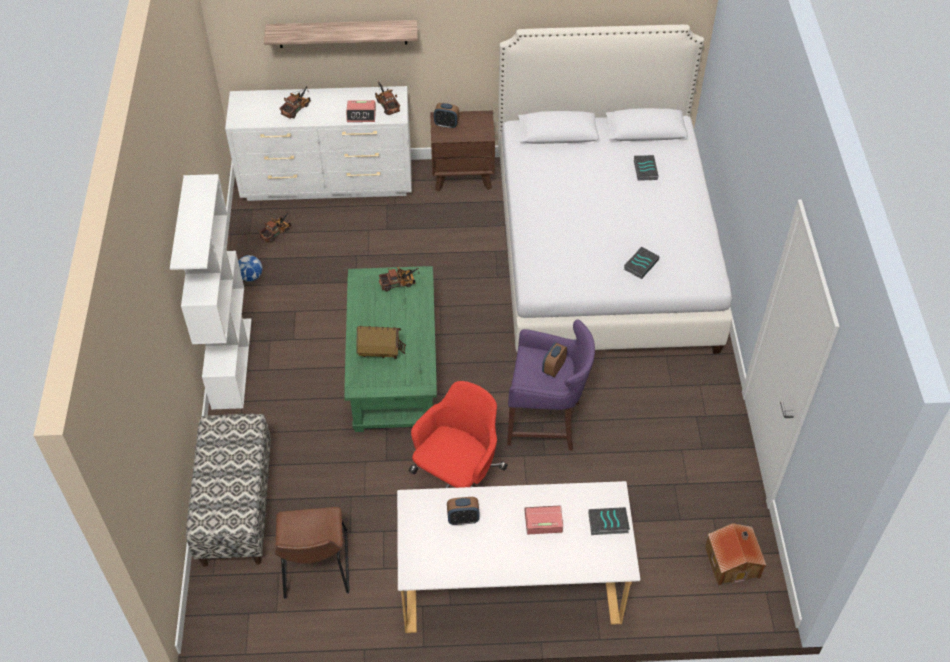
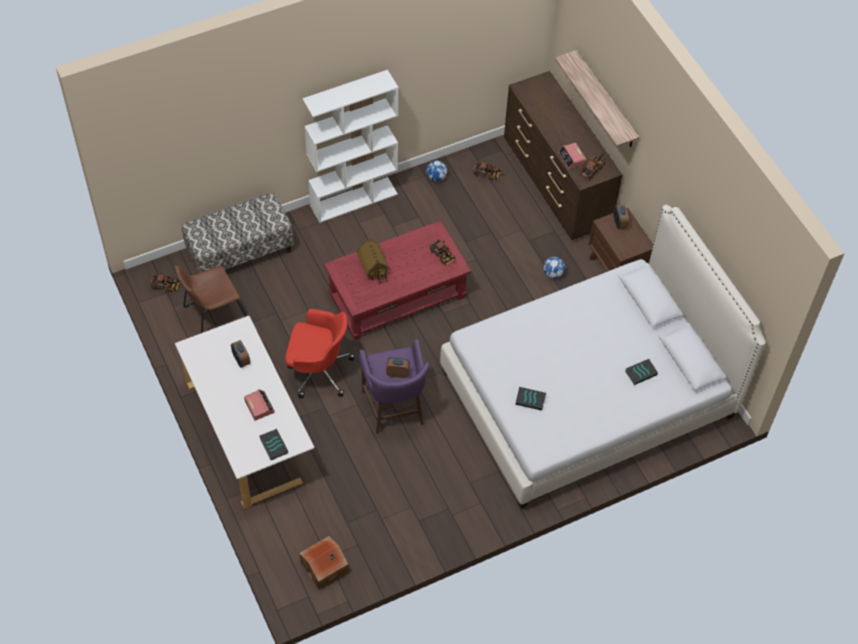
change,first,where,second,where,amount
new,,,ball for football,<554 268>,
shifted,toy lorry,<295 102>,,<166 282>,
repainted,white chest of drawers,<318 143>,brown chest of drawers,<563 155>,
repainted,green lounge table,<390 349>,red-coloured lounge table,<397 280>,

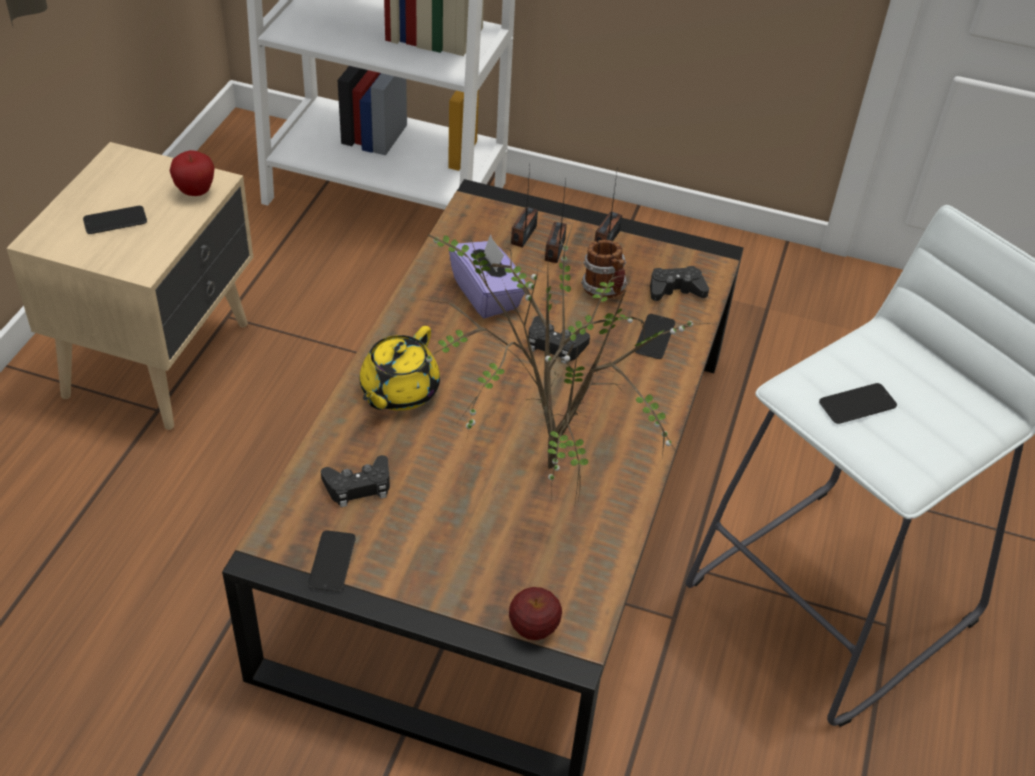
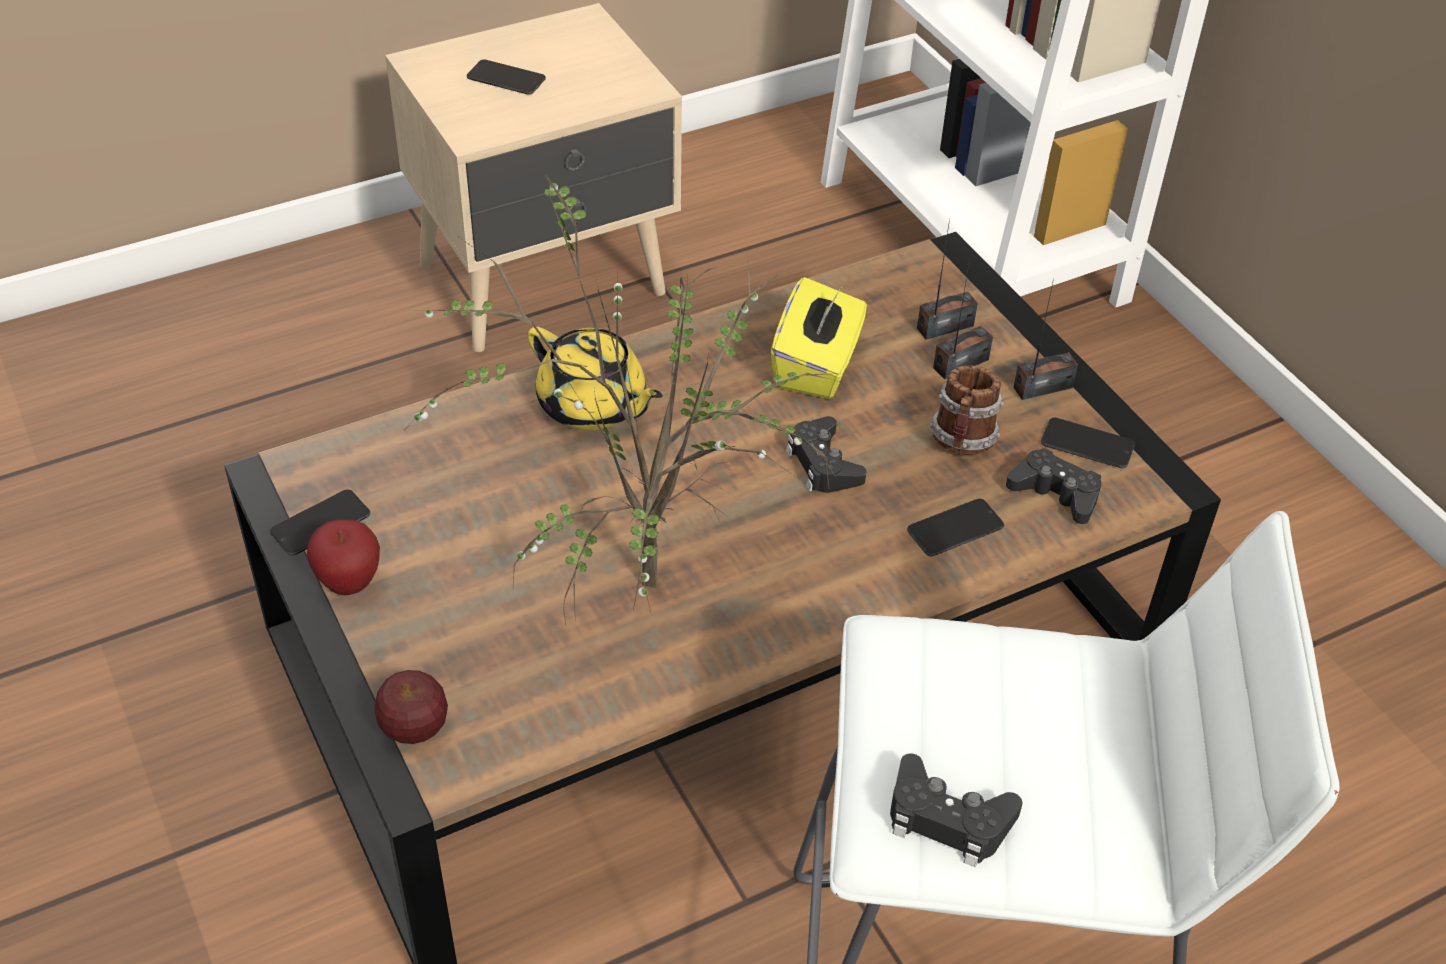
change,first,where,second,where,amount
shifted,whole apple,<192 173>,,<343 557>,
shifted,blackish game controller,<355 481>,,<956 810>,
shifted,telephone,<858 403>,,<1088 443>,
repainted,purple box of tissues,<488 276>,yellowish box of tissues,<819 338>,
rotated,yellowish teapot,<400 368>,,<595 378>,120 degrees counterclockwise

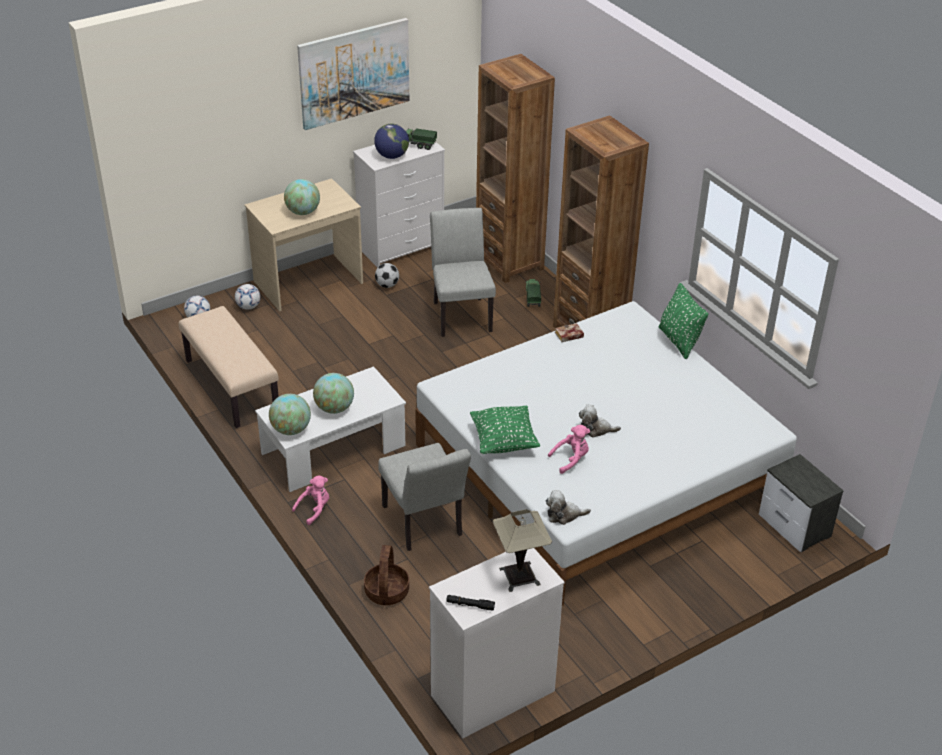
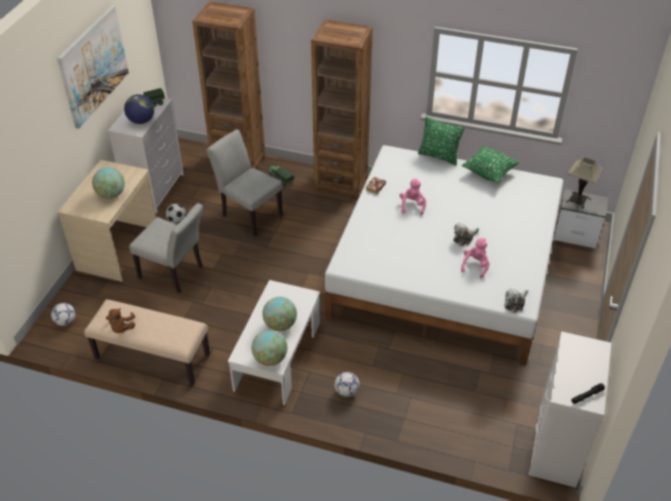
change,first,where,second,where,amount
gone,basket,<386 575>,,,
new,,,brown soft toy,<120 320>,
shifted,ball for football,<248 297>,,<347 384>,
shifted,pink-coloured soft toy,<310 500>,,<413 197>,
shifted,greyish plain chair,<424 497>,,<166 248>,
shifted,green throw pillow,<505 430>,,<490 164>,
shifted,lamp for a table,<522 550>,,<585 183>,

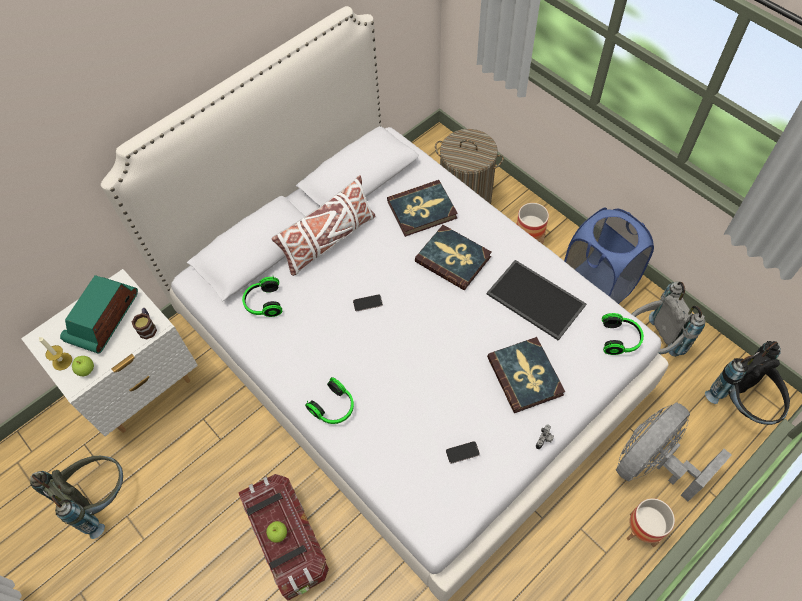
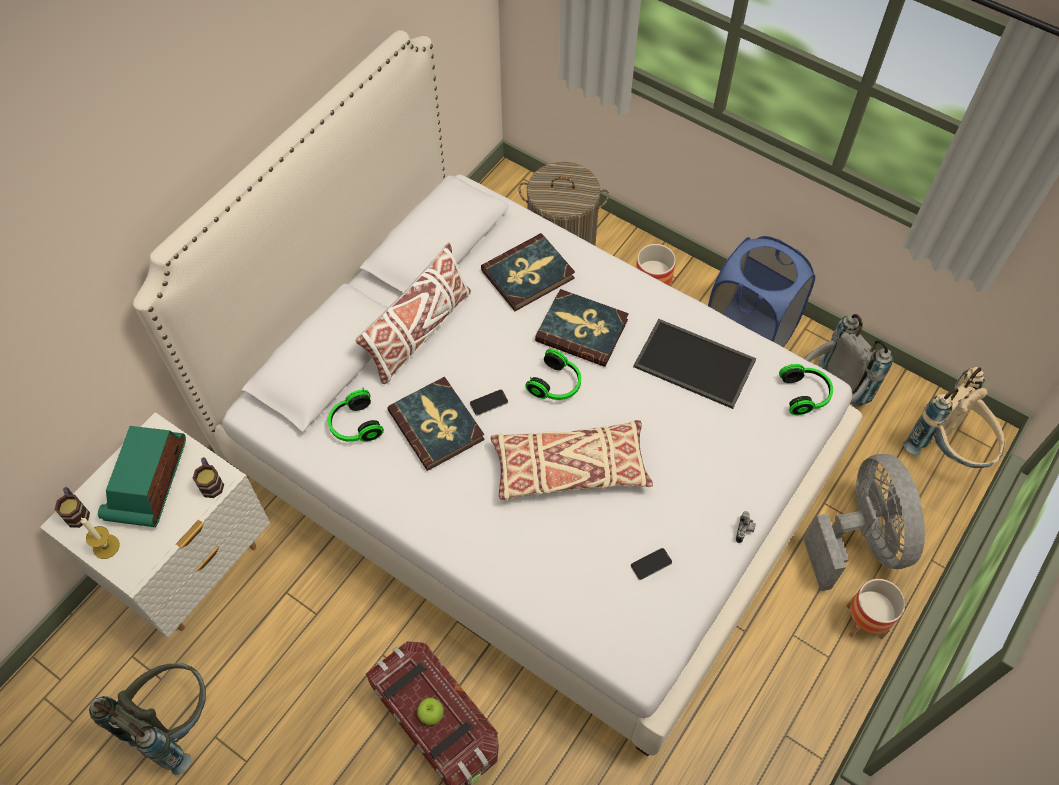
change,first,where,second,where,amount
gone,whole apple,<83 366>,,,
new,,,coffee mug,<72 507>,
new,,,beige throw pillow,<572 460>,
shifted,pair of headphones,<329 400>,,<553 374>,
shifted,volume,<526 375>,,<436 424>,
repainted,blackish knapsack,<747 383>,beige knapsack,<954 417>,
rotated,greyish electric fan,<673 451>,,<864 522>,135 degrees clockwise

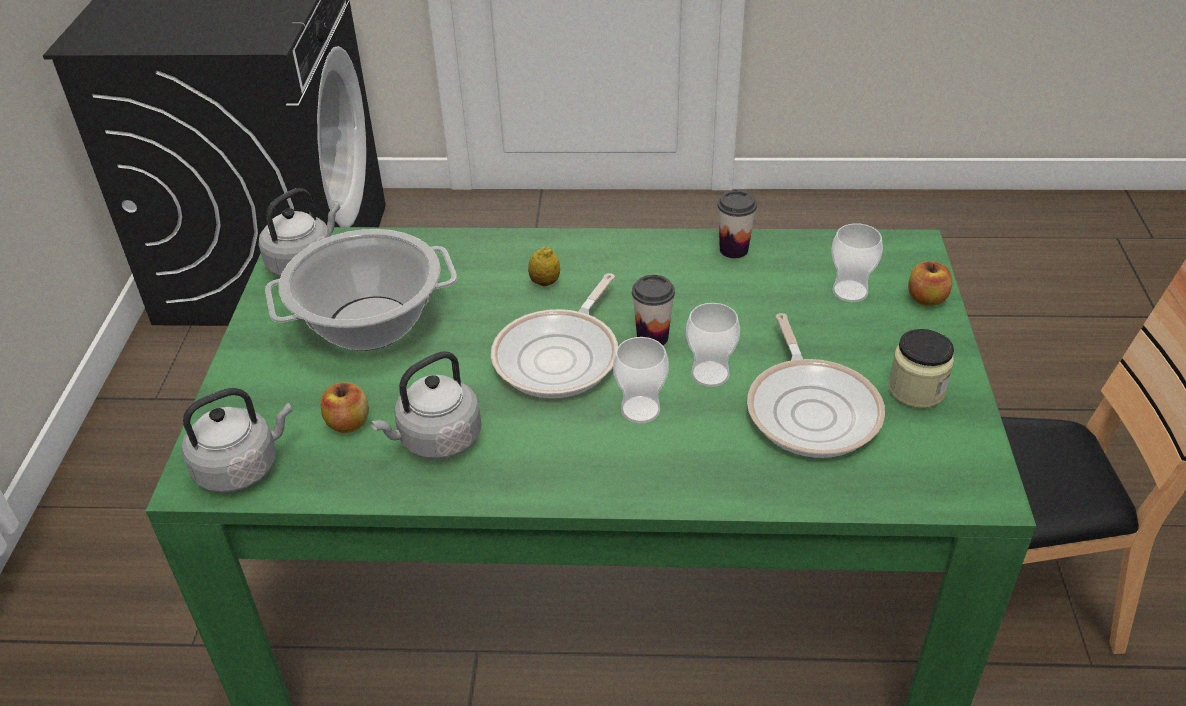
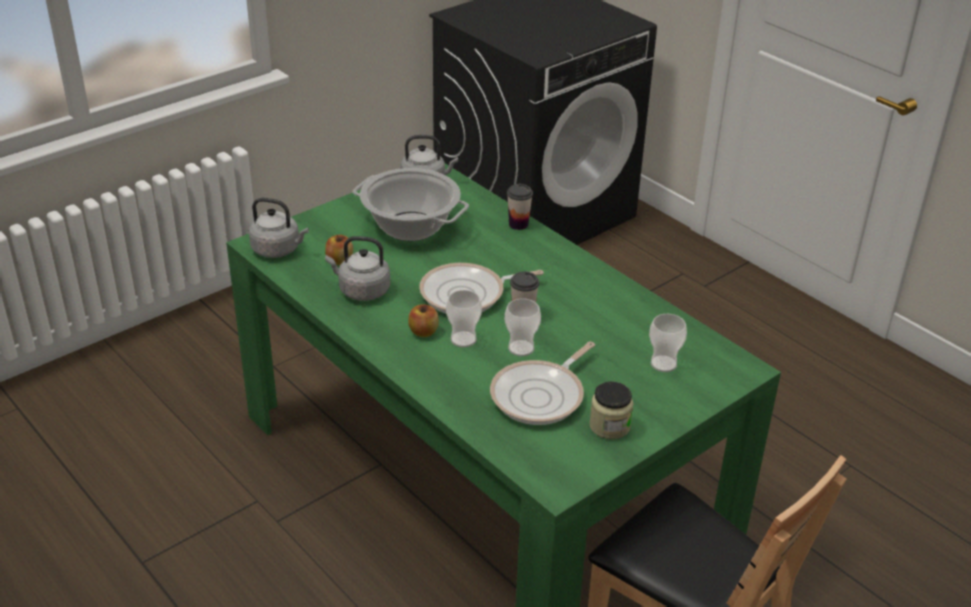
change,first,where,second,where,amount
gone,citrus fruit,<544 266>,,,
shifted,small cup,<737 224>,,<520 207>,
shifted,whole apple,<930 283>,,<423 320>,

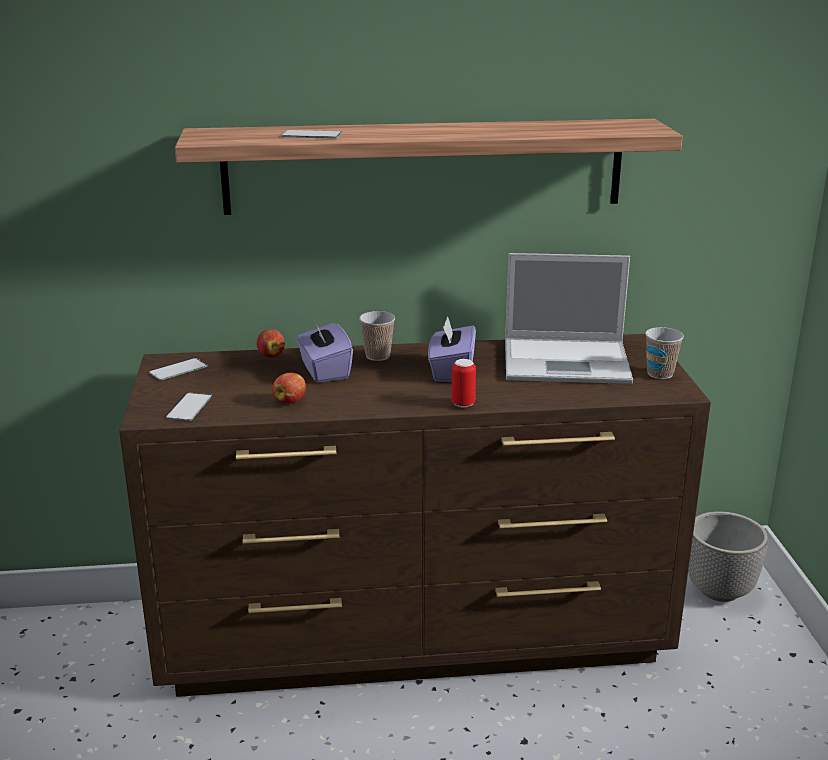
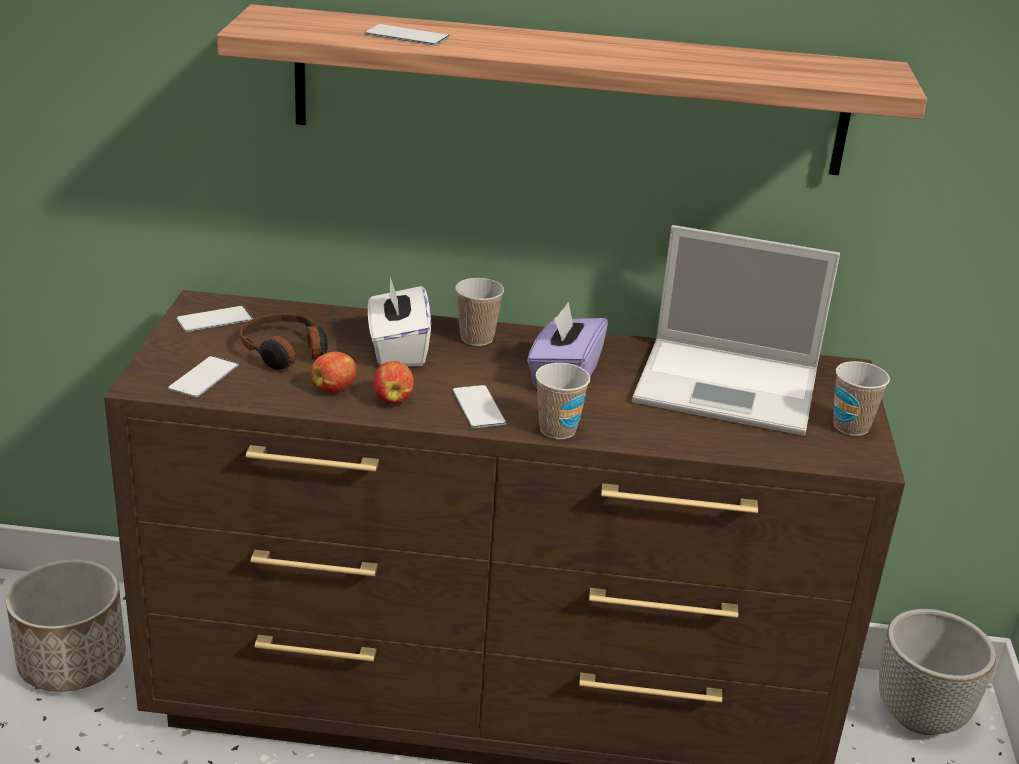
change,first,where,second,where,amount
new,,,plant pot,<66 625>,
new,,,pair of headphones,<284 341>,
new,,,telephone,<479 406>,
shifted,whole apple,<271 343>,,<393 382>,
swapped,metal can,<463 383>,small cup,<562 401>,
repainted,purple box of tissues,<324 351>,white box of tissues,<399 321>,

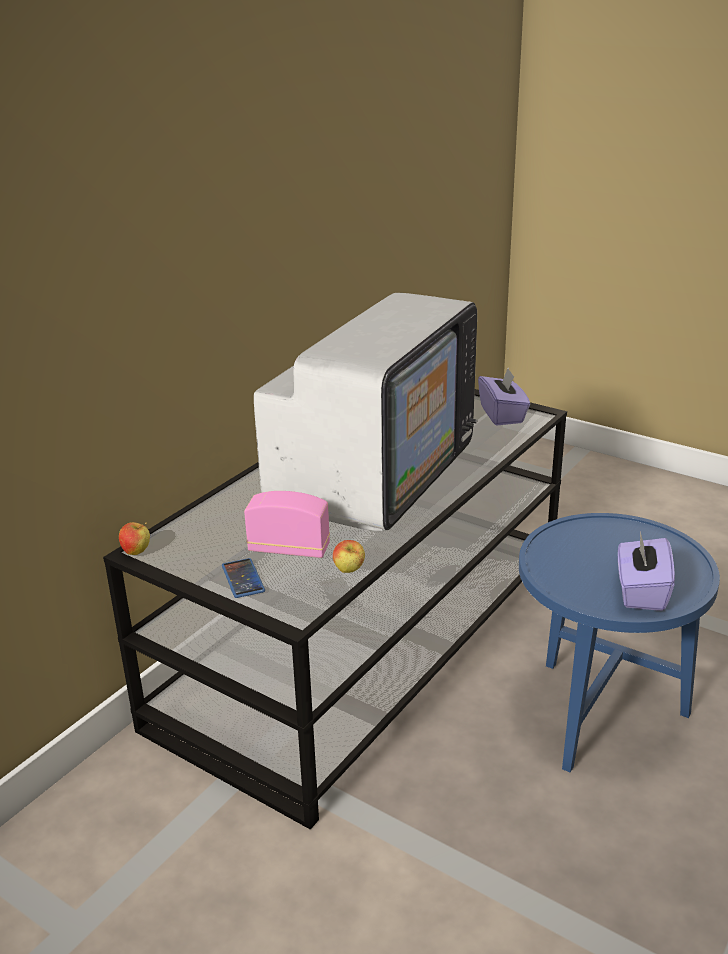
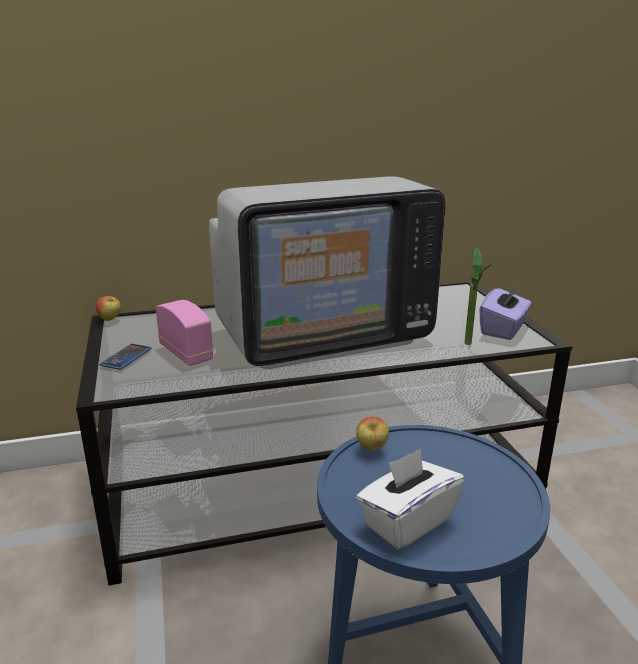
change,first,where,second,where,amount
new,,,plant in a pot,<479 296>,
shifted,whole apple,<349 556>,,<372 433>,
repainted,purple box of tissues,<646 571>,white box of tissues,<410 498>,

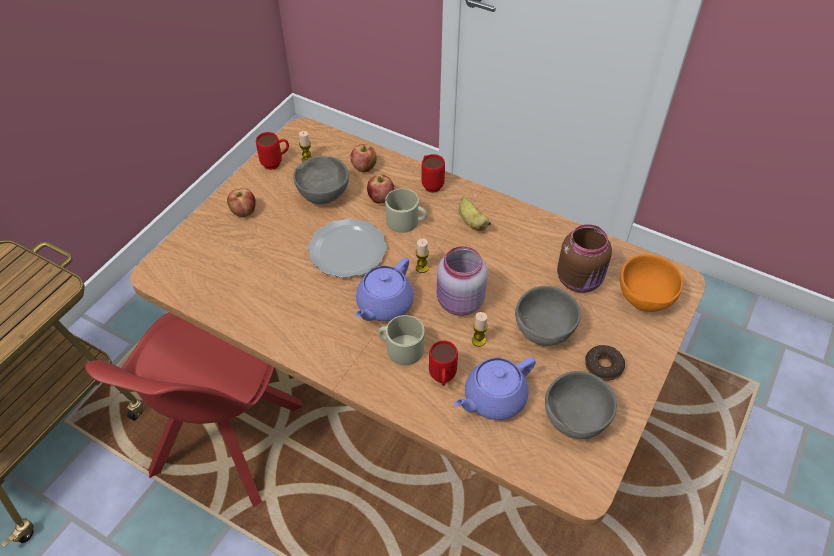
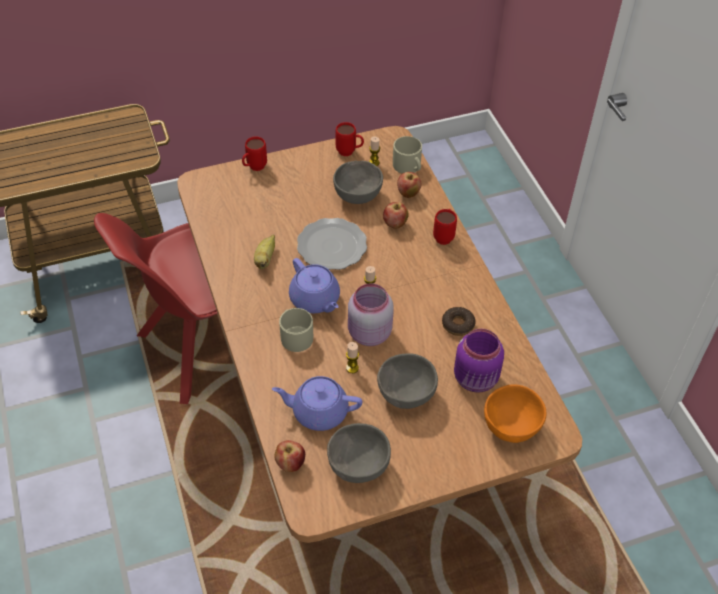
change,first,where,second,where,amount
shifted,whole apple,<241 203>,,<289 456>,
shifted,beige coffee mug,<406 211>,,<407 155>,
shifted,red-coloured coffee mug,<443 363>,,<254 154>,
shifted,banana,<475 213>,,<264 252>,
shifted,ring doughnut,<605 363>,,<459 321>,
repainted,brown preserve jar,<584 258>,purple preserve jar,<479 360>,
rotated,purple teapot,<384 289>,,<314 285>,105 degrees counterclockwise

